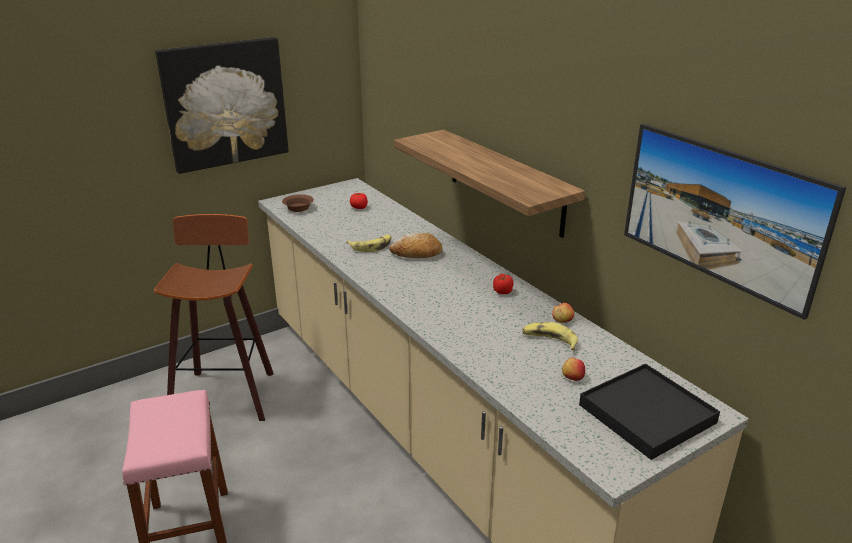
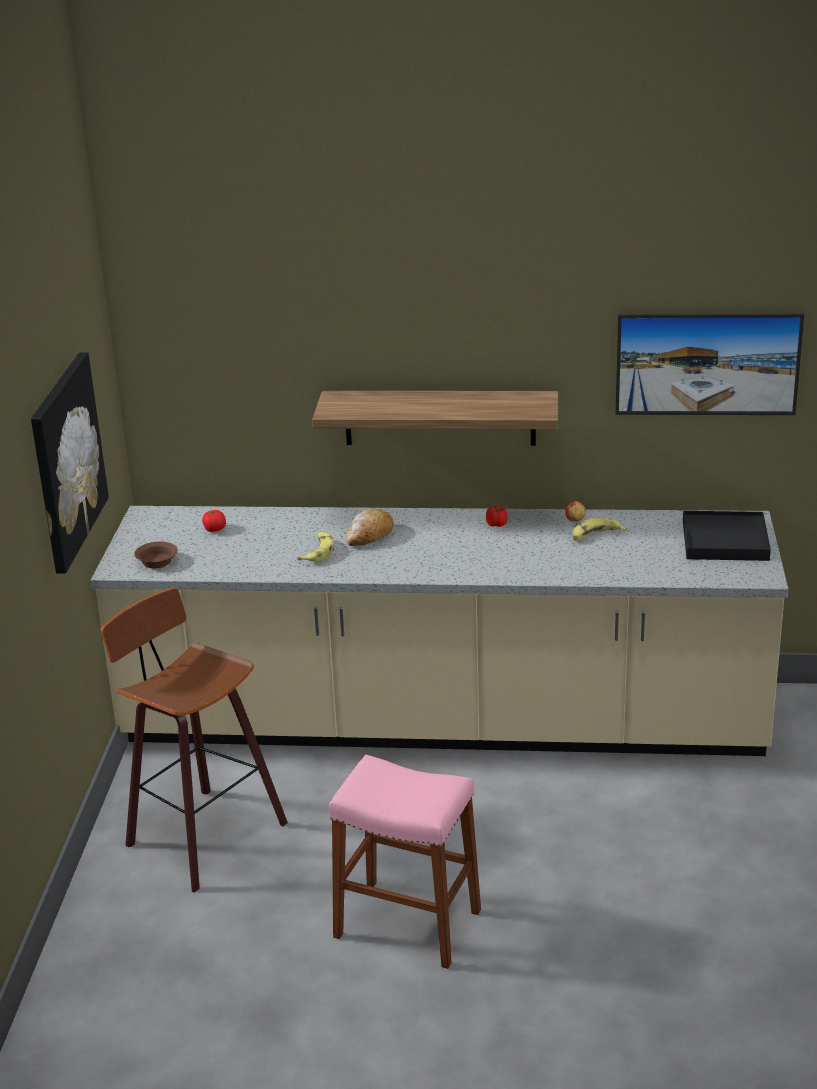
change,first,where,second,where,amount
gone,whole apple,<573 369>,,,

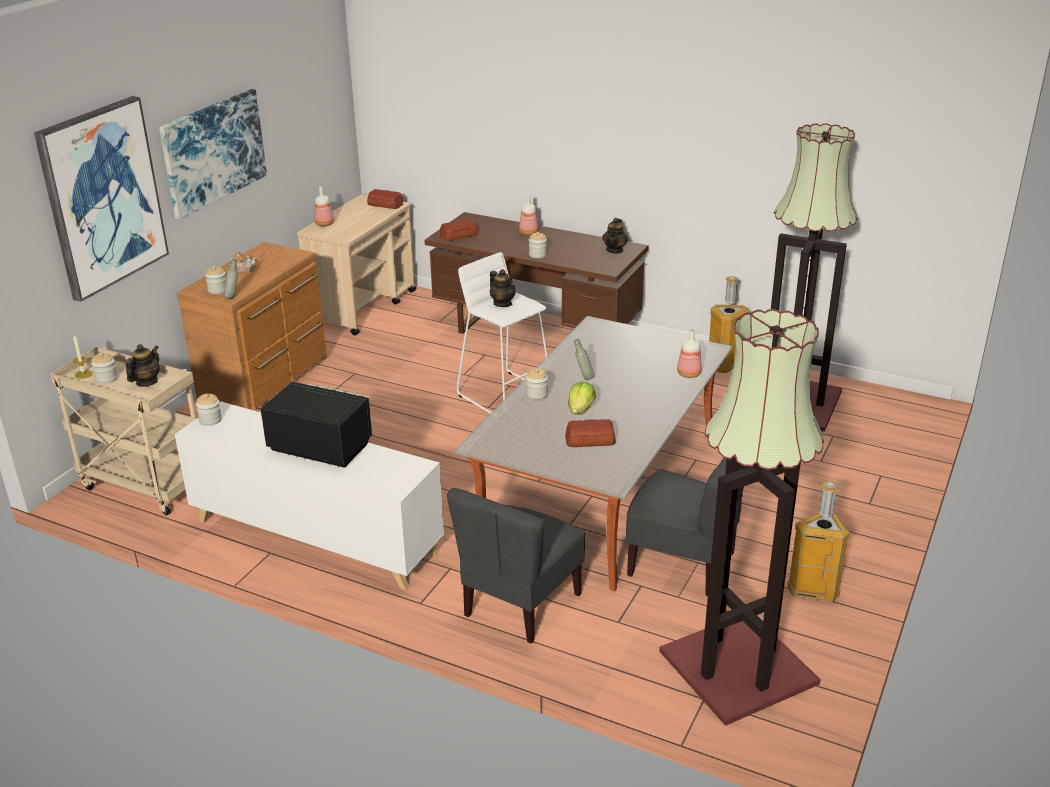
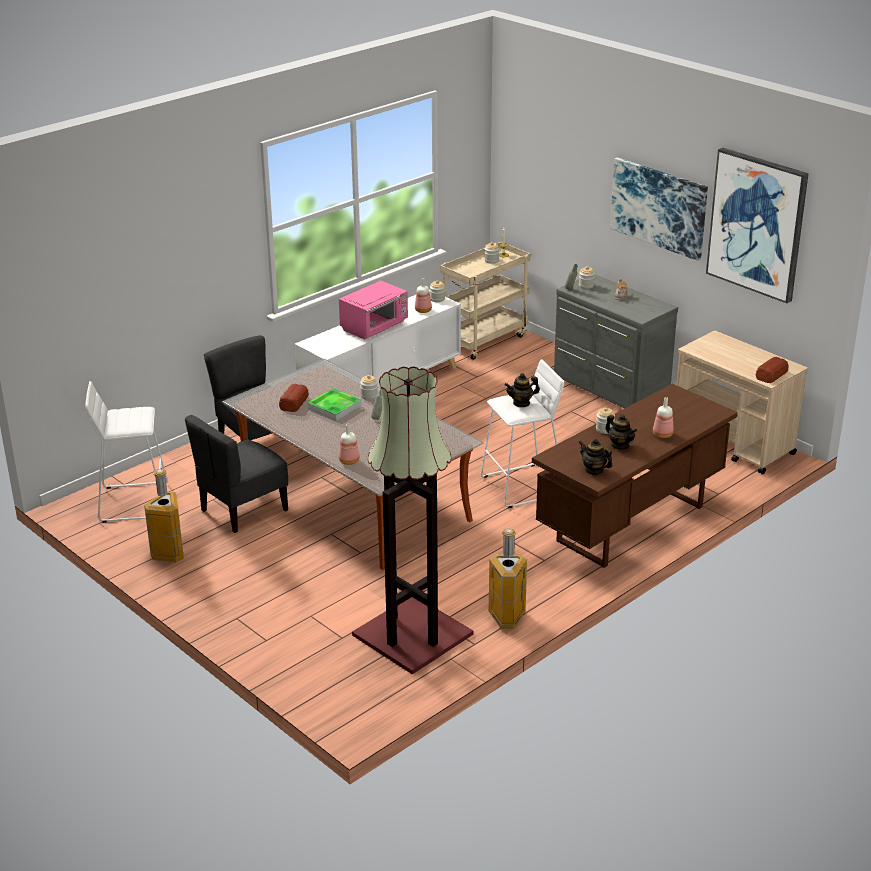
change,first,where,second,where,amount
gone,bakery bread,<459 230>,,,
shifted,wall art,<101 199>,,<757 225>,
shifted,teapot,<142 365>,,<621 431>,
shifted,drink bottle,<324 206>,,<423 295>,
swapped,lettuce,<582 398>,carrying tray,<335 404>,
swapped,standard lamp,<741 517>,white sitting stool,<126 452>,
repainted,brown chest of drawers,<251 326>,greyish chest of drawers,<616 341>,
repainted,blackish microwave,<316 425>,pink-coloured microwave,<373 310>,

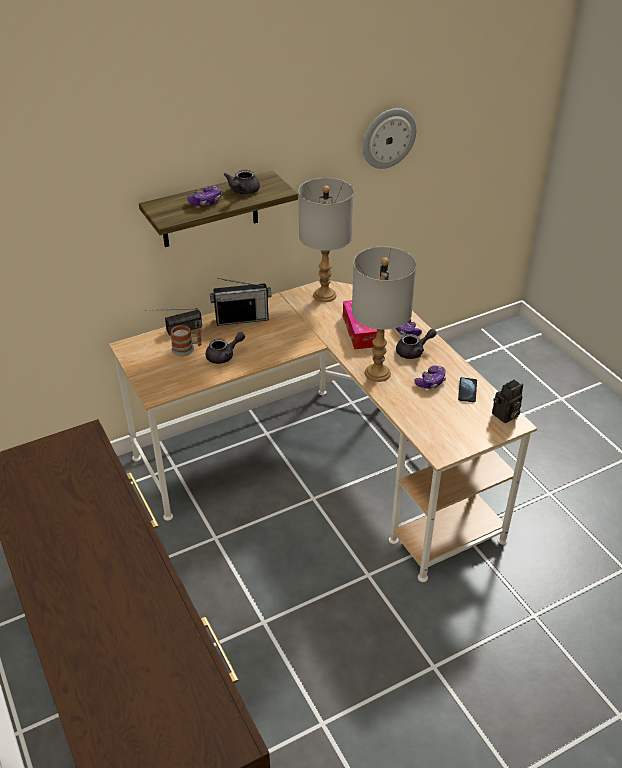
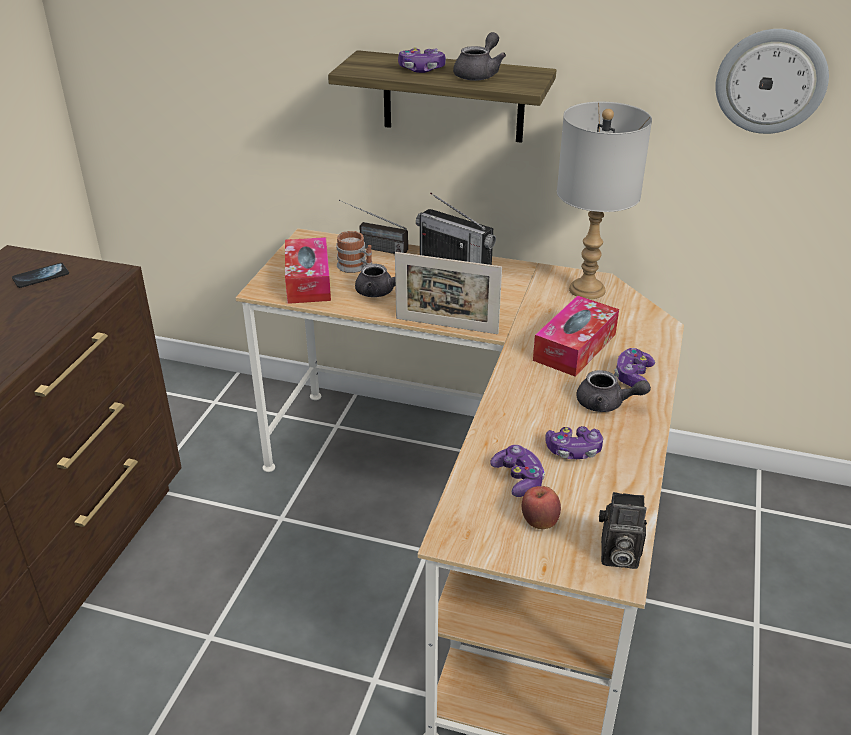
change,first,where,second,where,amount
gone,greyish lamp for a table,<384 314>,,,
new,,,box of tissues,<308 270>,
new,,,picture frame,<448 293>,
new,,,game controller,<517 471>,
new,,,whole apple,<541 507>,
shifted,telephone,<467 389>,,<40 275>,
rotated,greyish teapot,<242 182>,,<479 56>,150 degrees clockwise

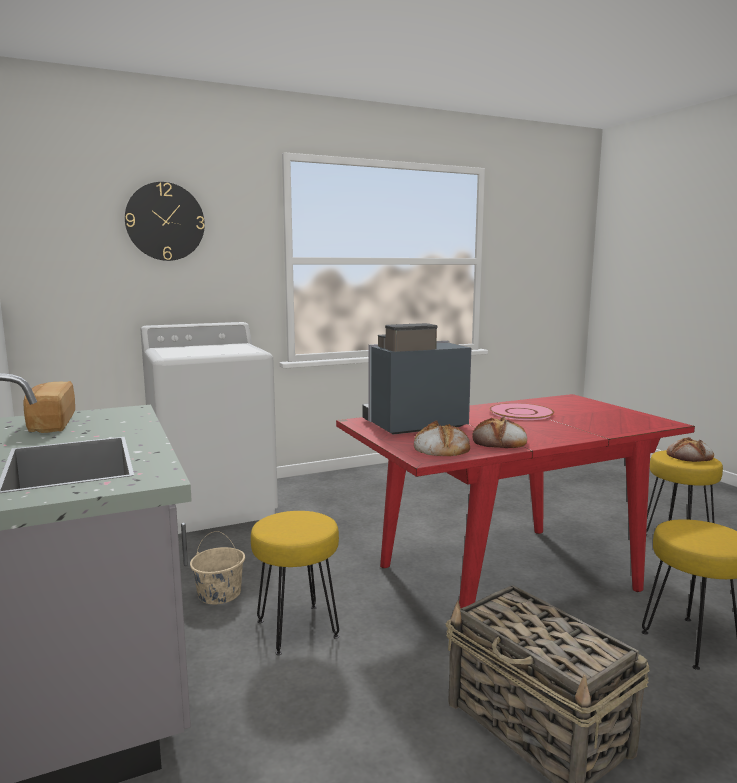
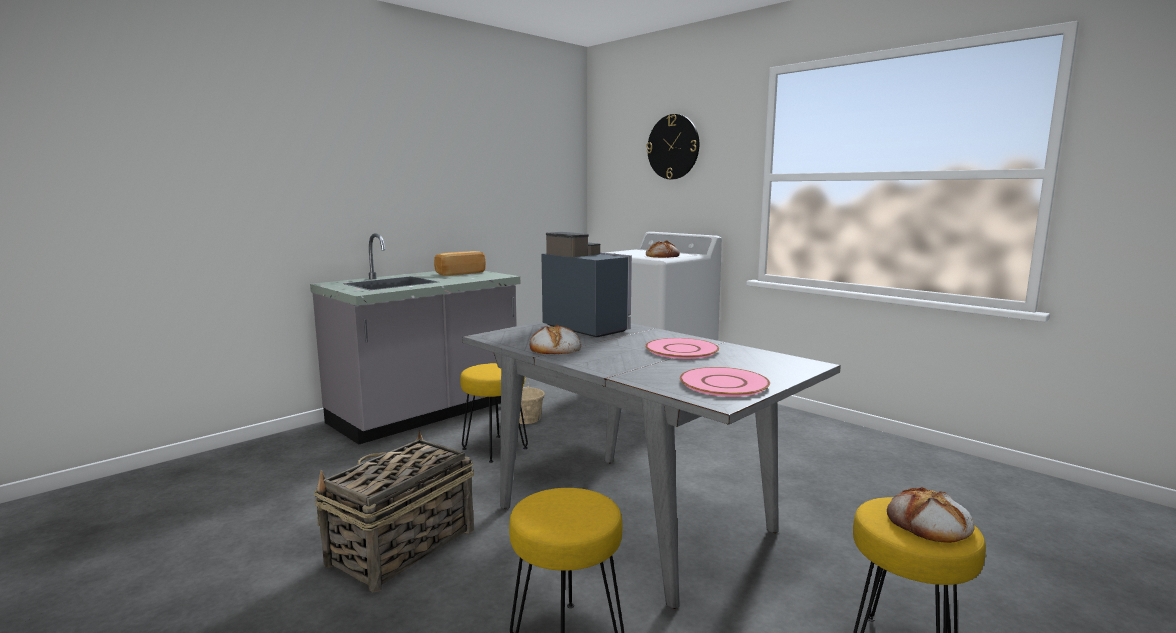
change,first,where,second,where,amount
new,,,pink-coloured plate,<725 382>,
shifted,bakery bread,<442 438>,,<663 249>,
repainted,red-coloured kitchen table,<515 501>,greyish kitchen table,<651 465>,

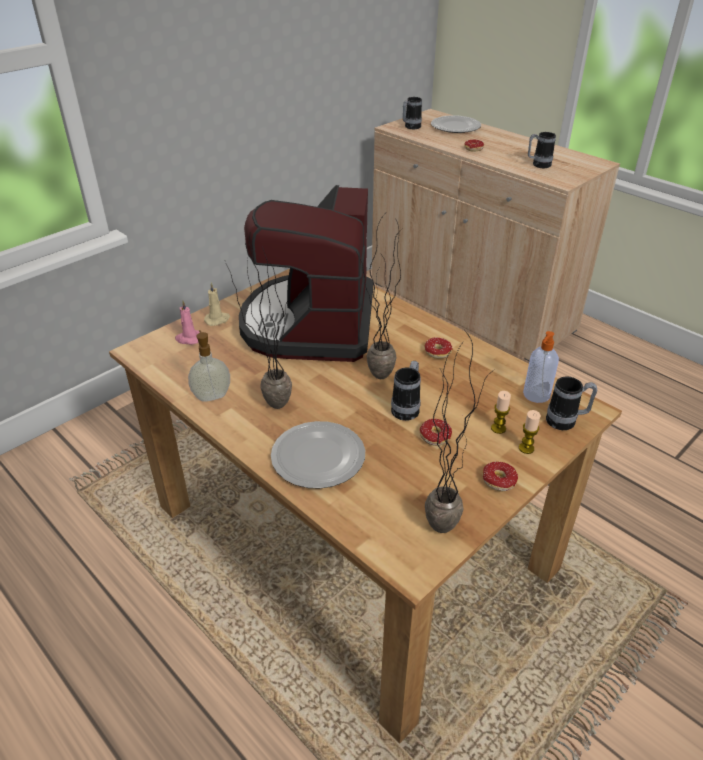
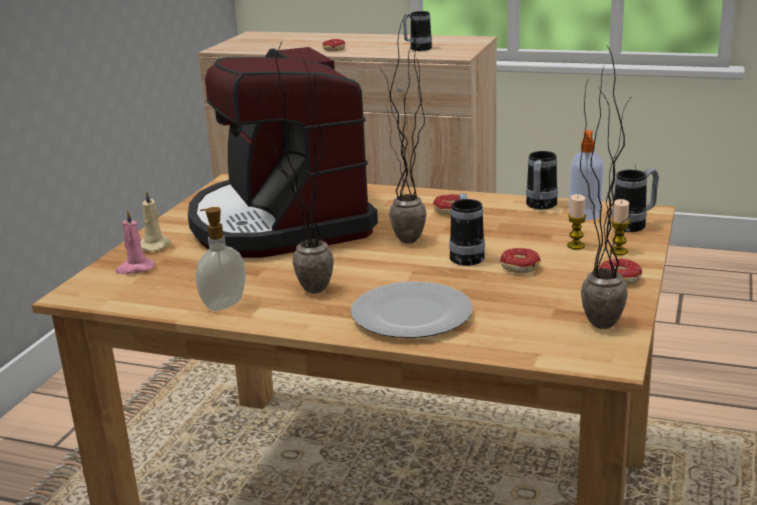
change,first,where,second,where,amount
gone,plate,<456 124>,,,
shifted,coffee mug,<412 113>,,<542 180>,

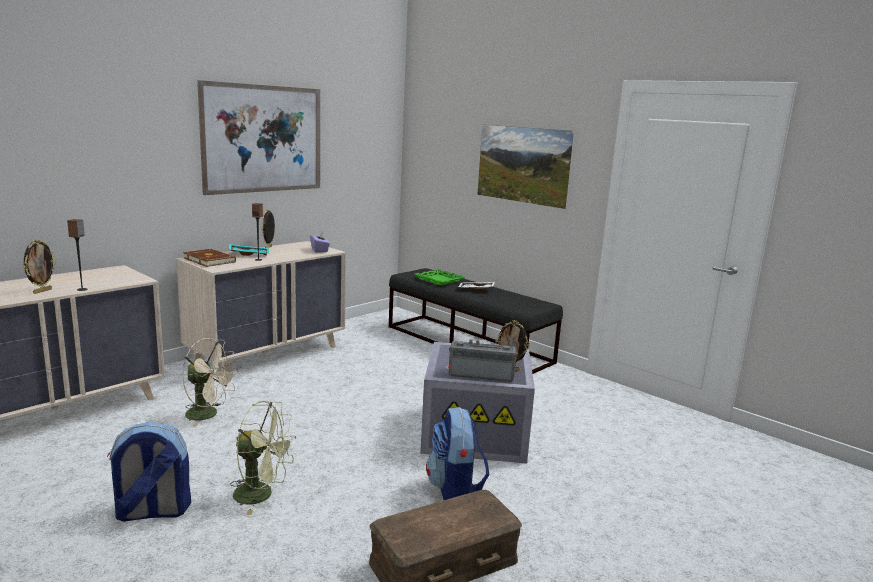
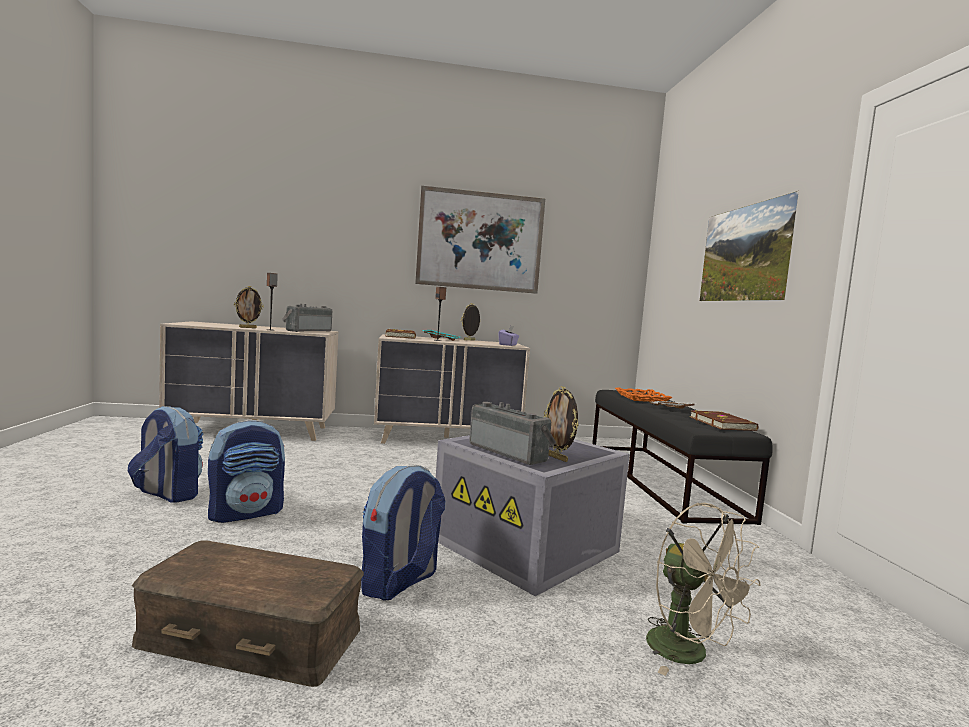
change,first,where,second,where,amount
new,,,radio,<307 318>,
new,,,brown volume,<724 420>,
shifted,beige electric fan,<210 382>,,<703 589>,
swapped,green electric fan,<263 458>,knapsack,<246 471>,
repainted,green carrying tray,<439 277>,orangey carrying tray,<643 394>,

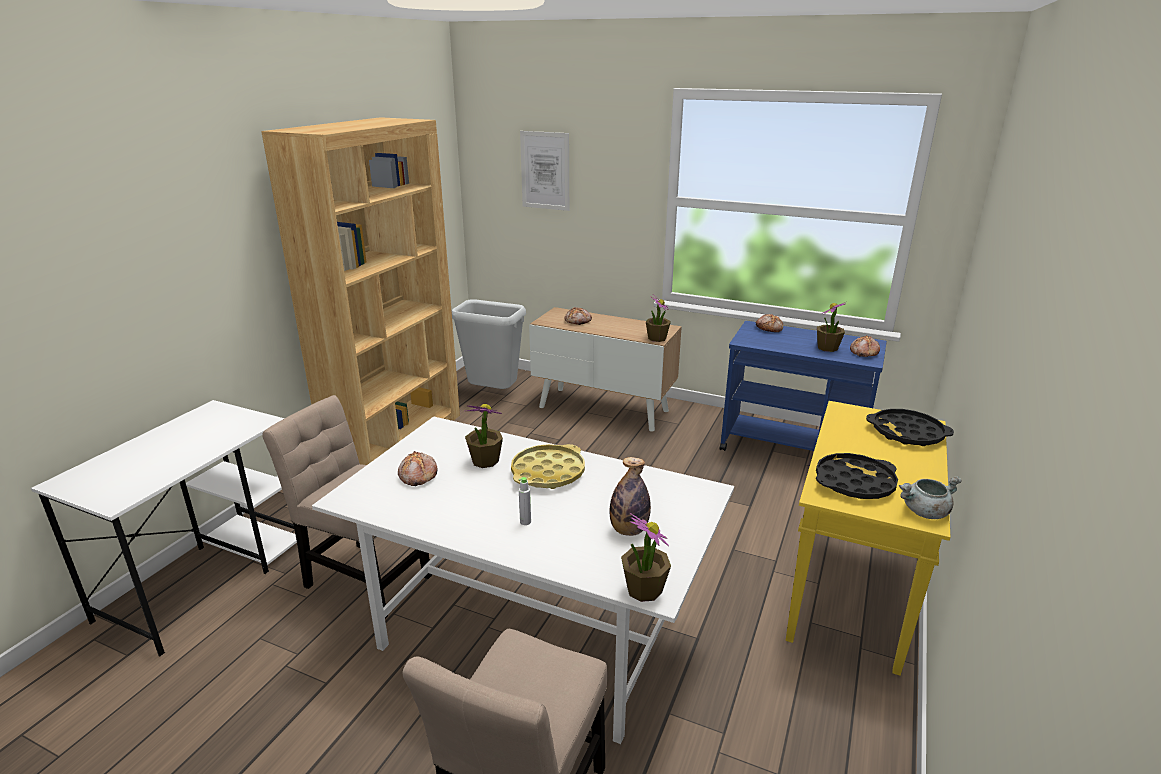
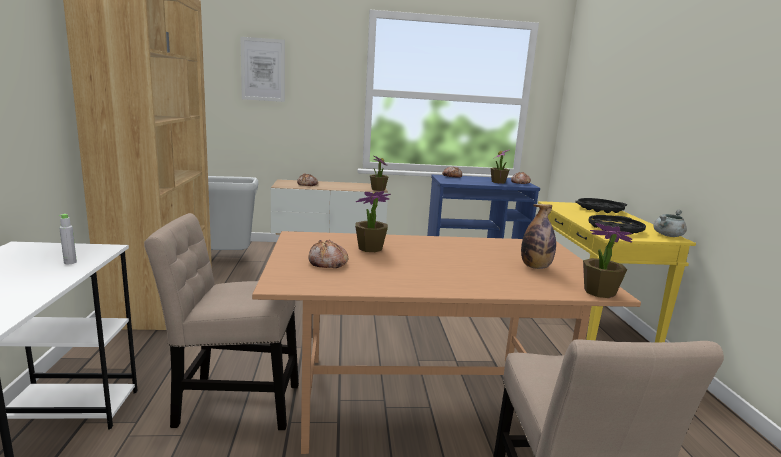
change,first,where,second,where,amount
gone,yellowish carrying tray,<548 466>,,,
shifted,greyish drink bottle,<525 501>,,<68 239>,
repainted,white kitchen table,<523 580>,brown kitchen table,<446 342>,

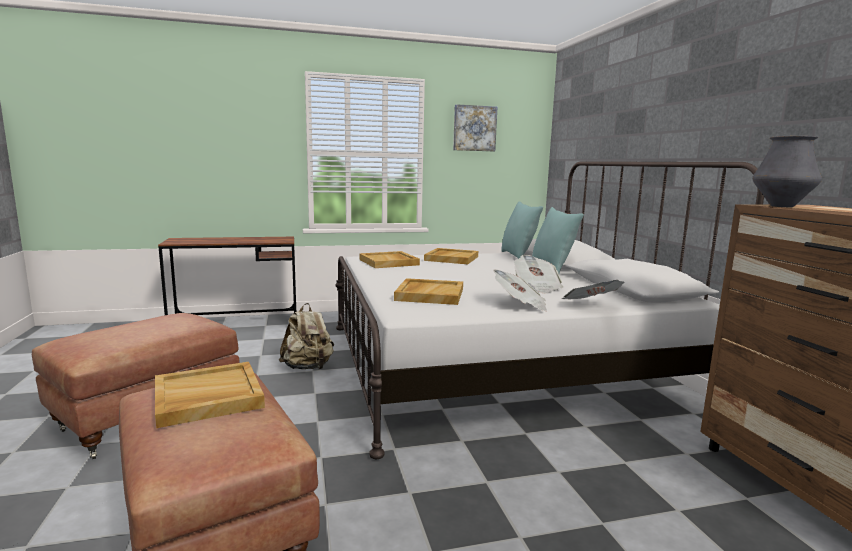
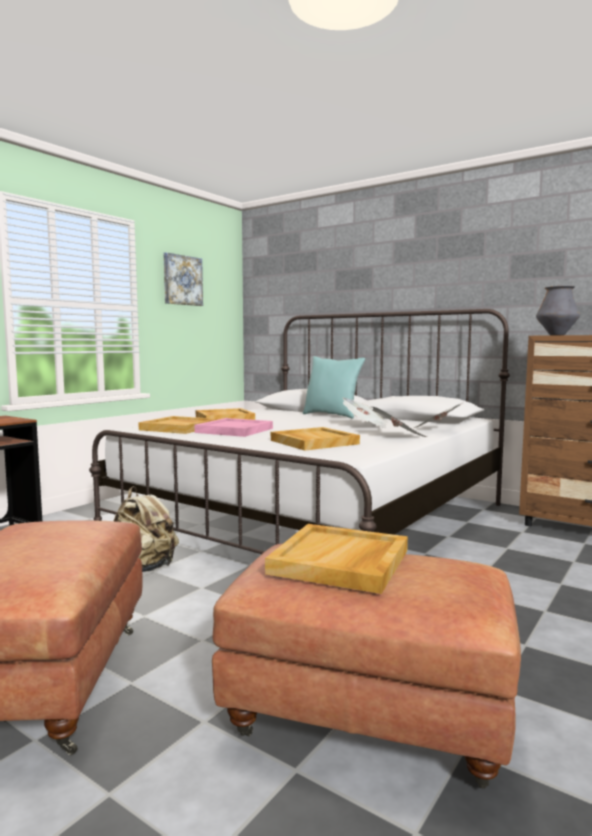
change,first,where,second,where,amount
gone,blue-green throw pillow,<522 230>,,,
new,,,pink-coloured carrying tray,<233 427>,

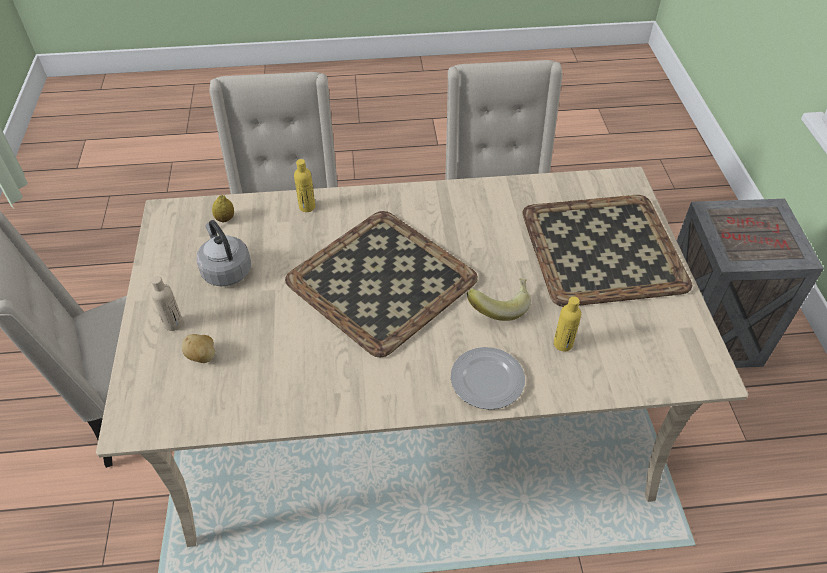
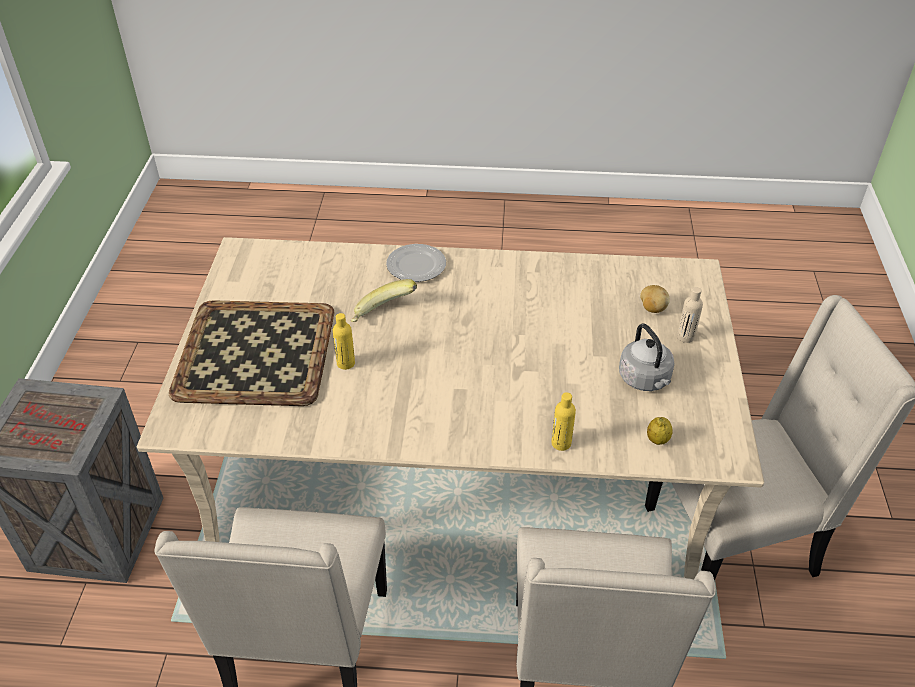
change,first,where,second,where,amount
gone,carrying tray,<381 284>,,,
shifted,yellowish drink bottle,<567 323>,,<344 341>,

